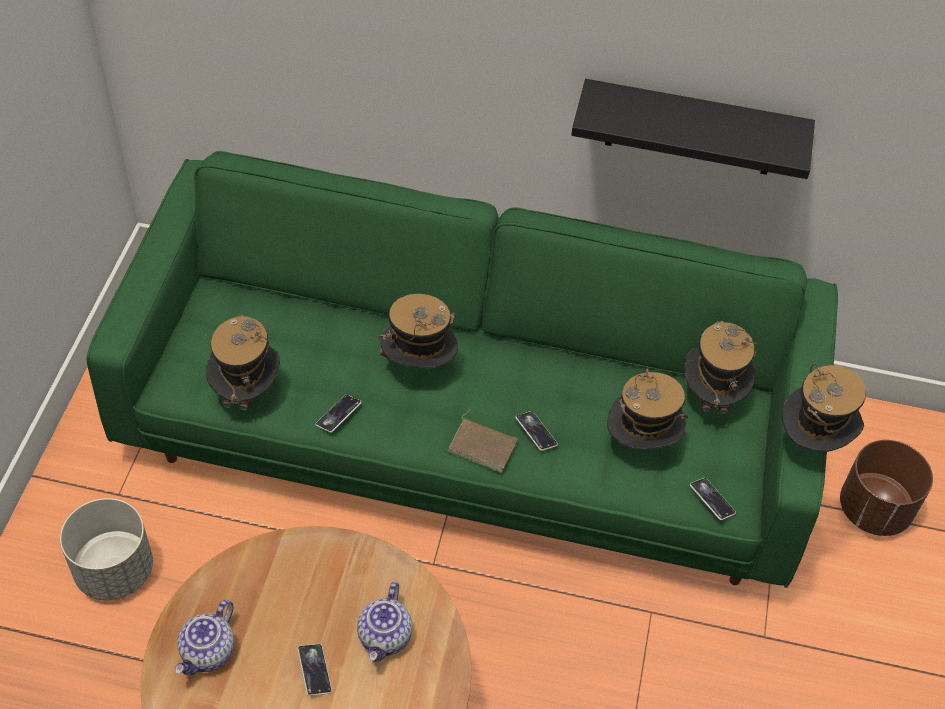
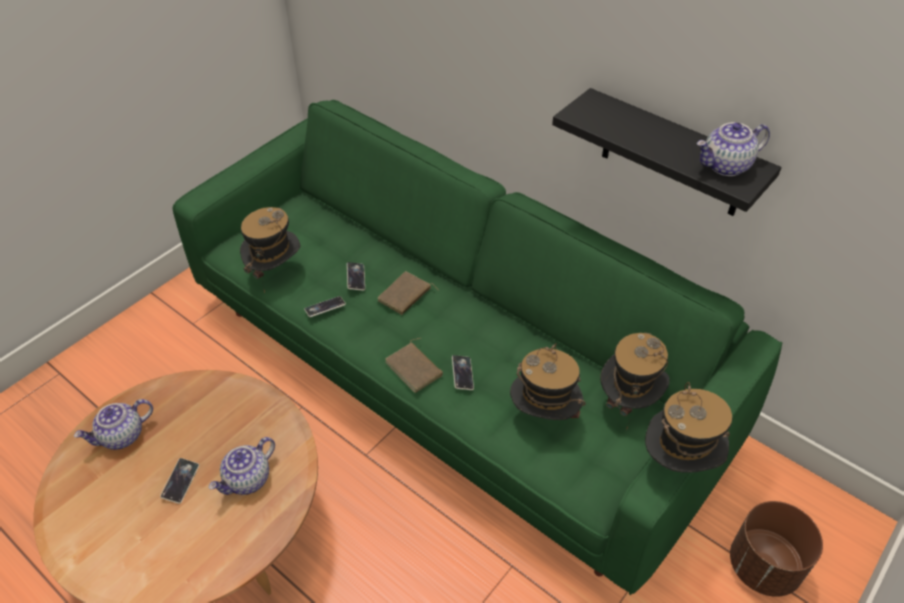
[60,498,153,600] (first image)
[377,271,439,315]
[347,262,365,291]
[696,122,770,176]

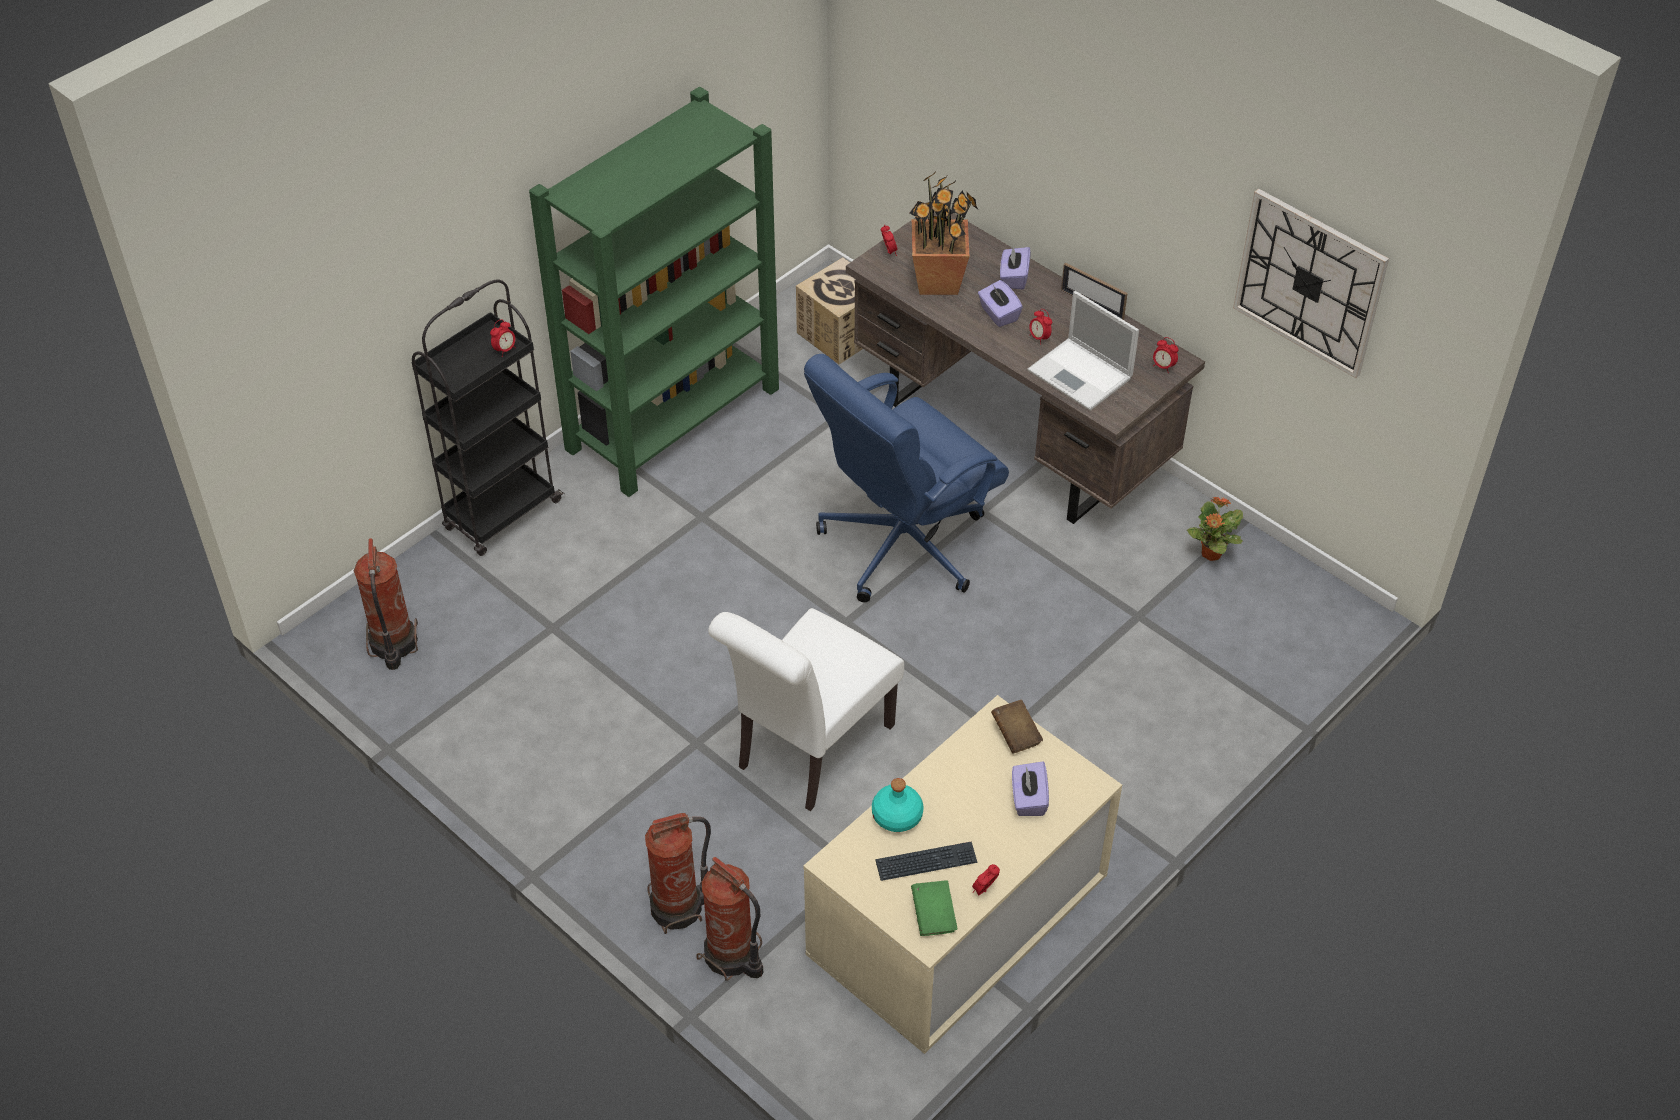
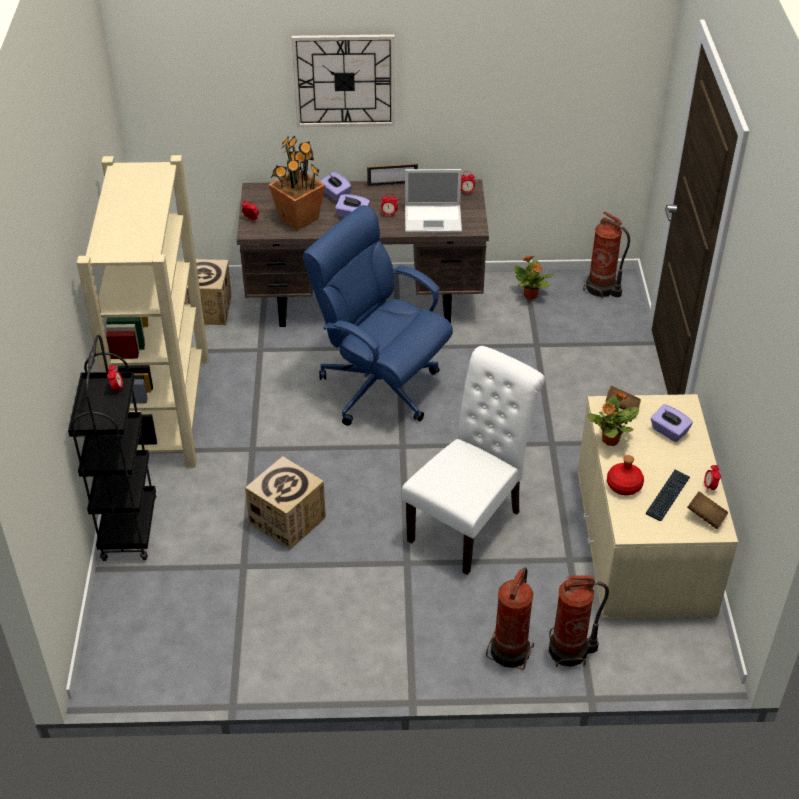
[583,212,630,299]
[77,155,209,468]
[402,346,545,575]
[303,205,453,425]
[607,455,644,495]
[687,491,728,529]
[292,34,395,127]
[245,456,326,550]
[588,392,639,446]

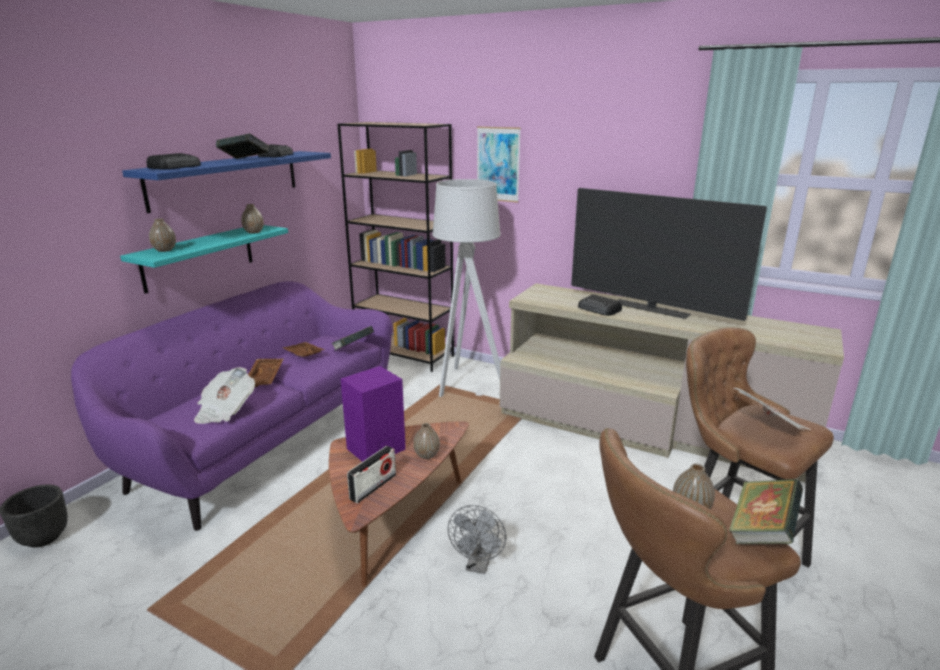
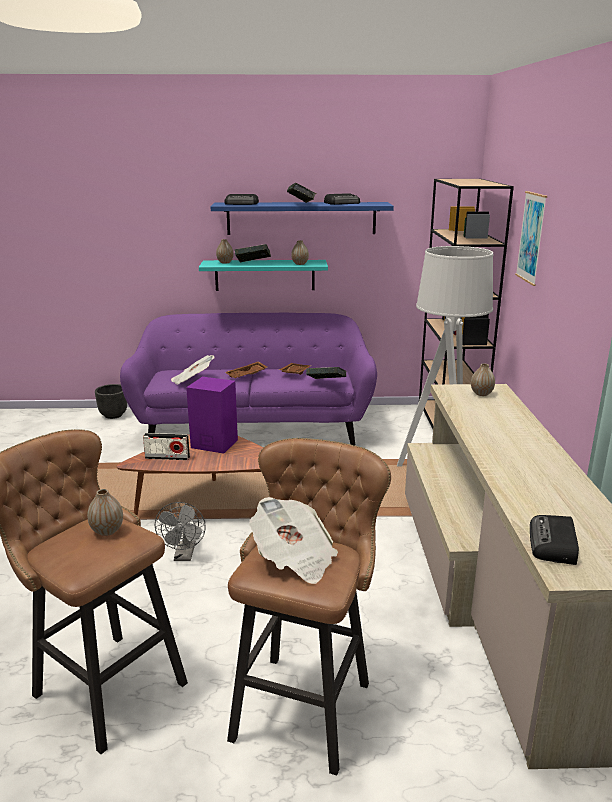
[471,364,495,396]
[155,502,206,561]
[571,188,767,321] (first image)
[530,515,579,565]
[235,244,271,263]

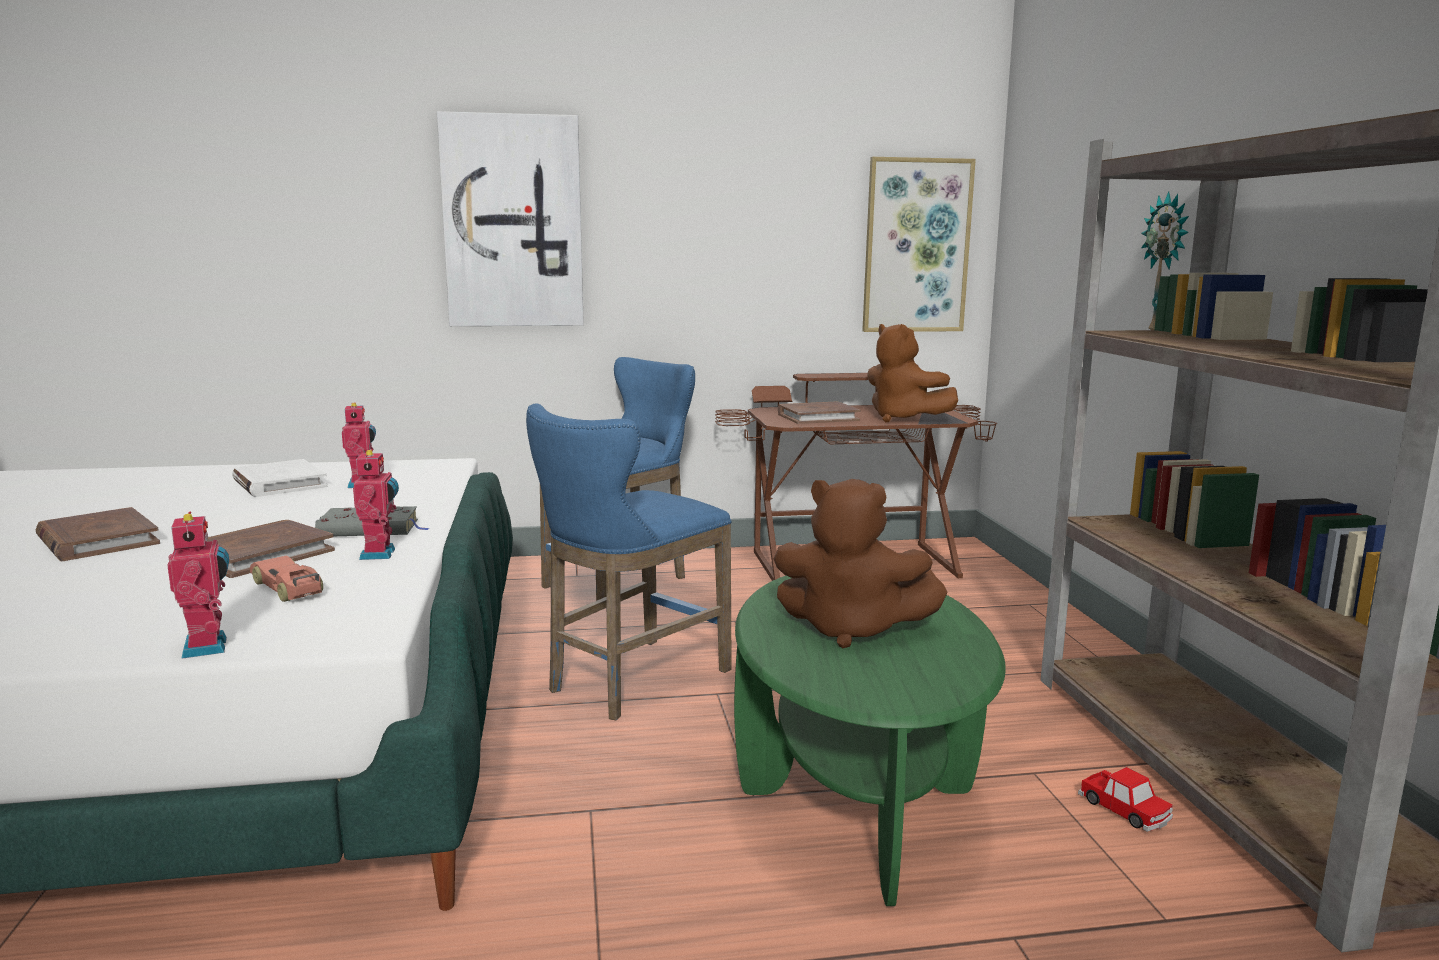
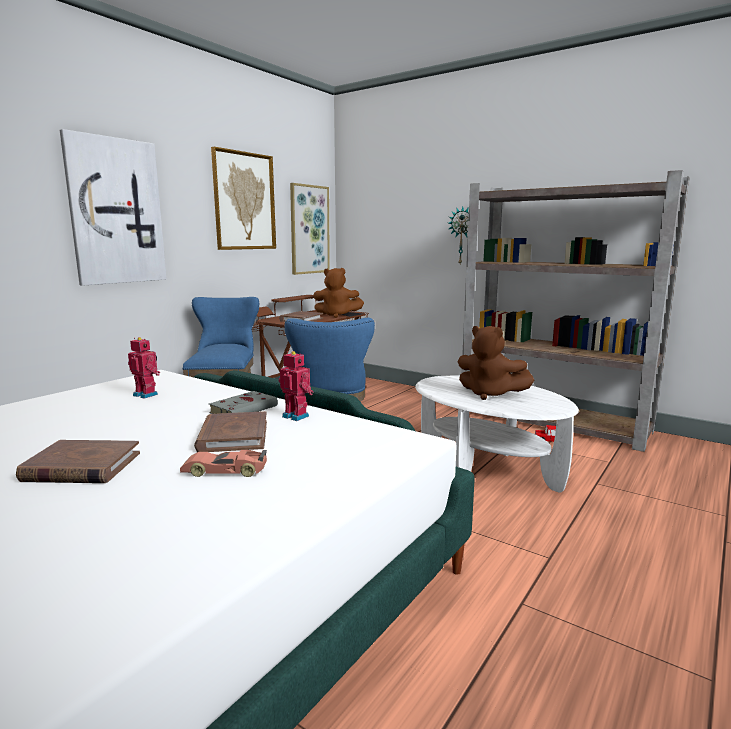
[167,512,229,659] (first image)
[232,459,327,497] (first image)
[180,450,267,477]
[415,375,579,493]
[458,326,534,400]
[211,147,276,250]

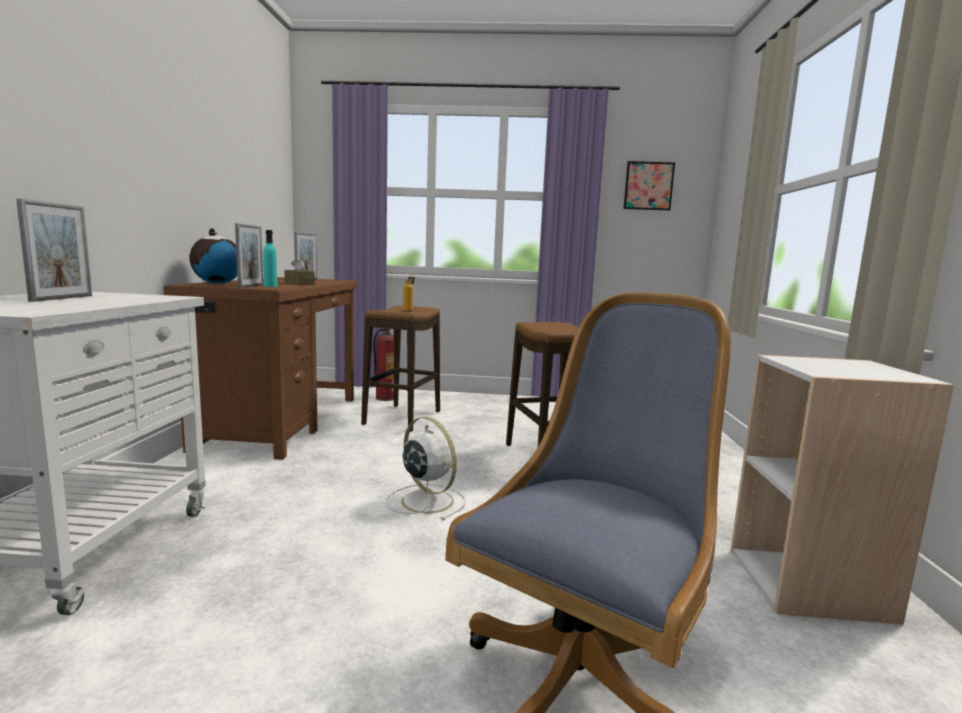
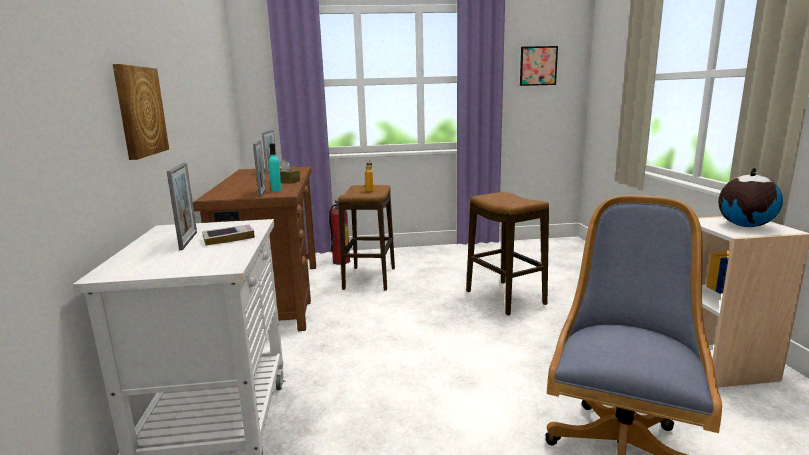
[718,168,783,227]
[386,417,465,520] (first image)
[113,64,169,160]
[202,224,255,246]

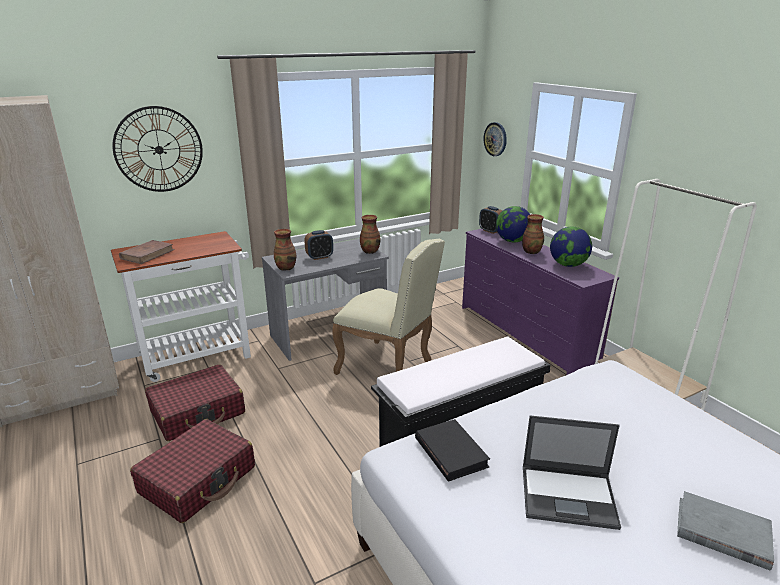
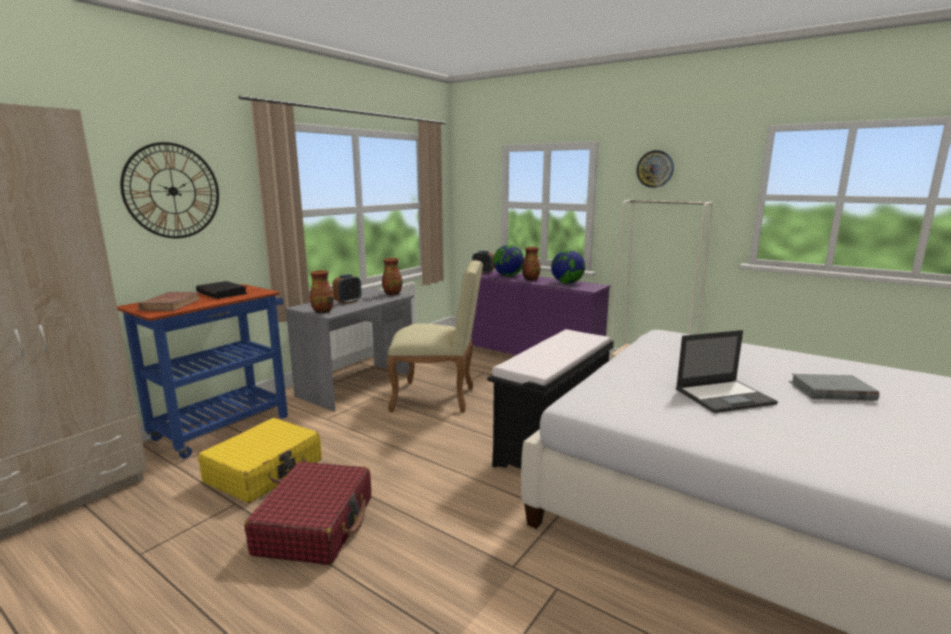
[117,284,288,459]
[198,418,322,503]
[196,281,248,299]
[636,150,674,188]

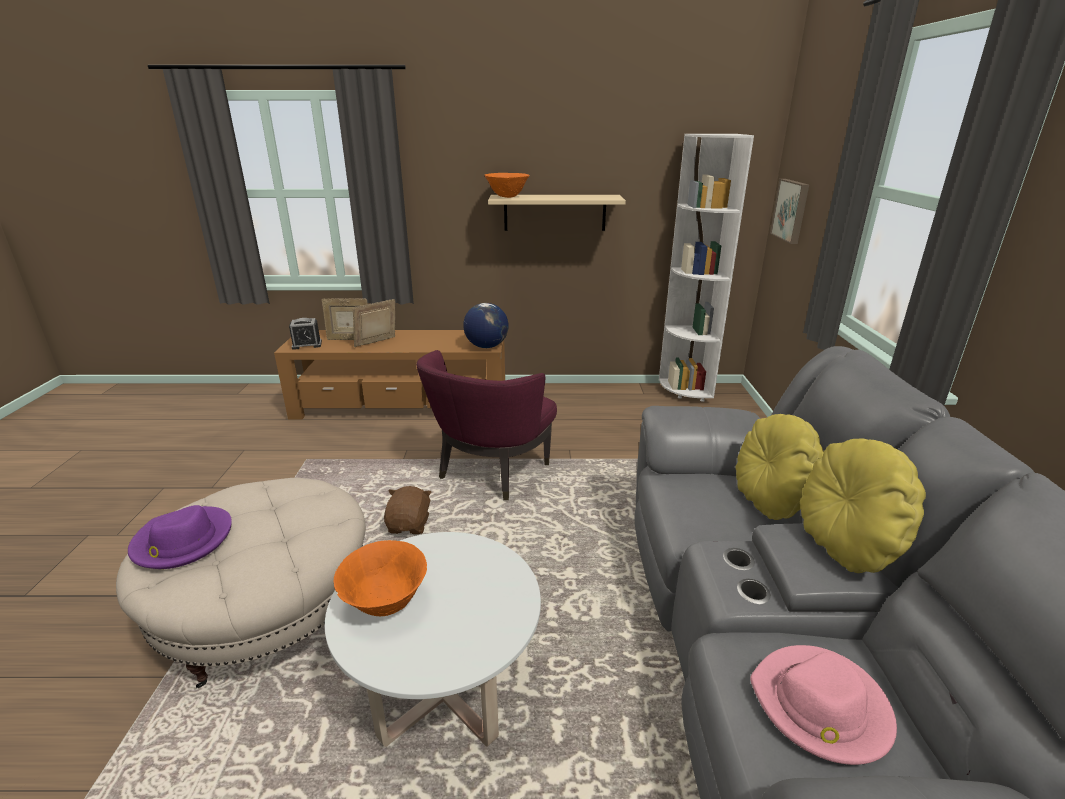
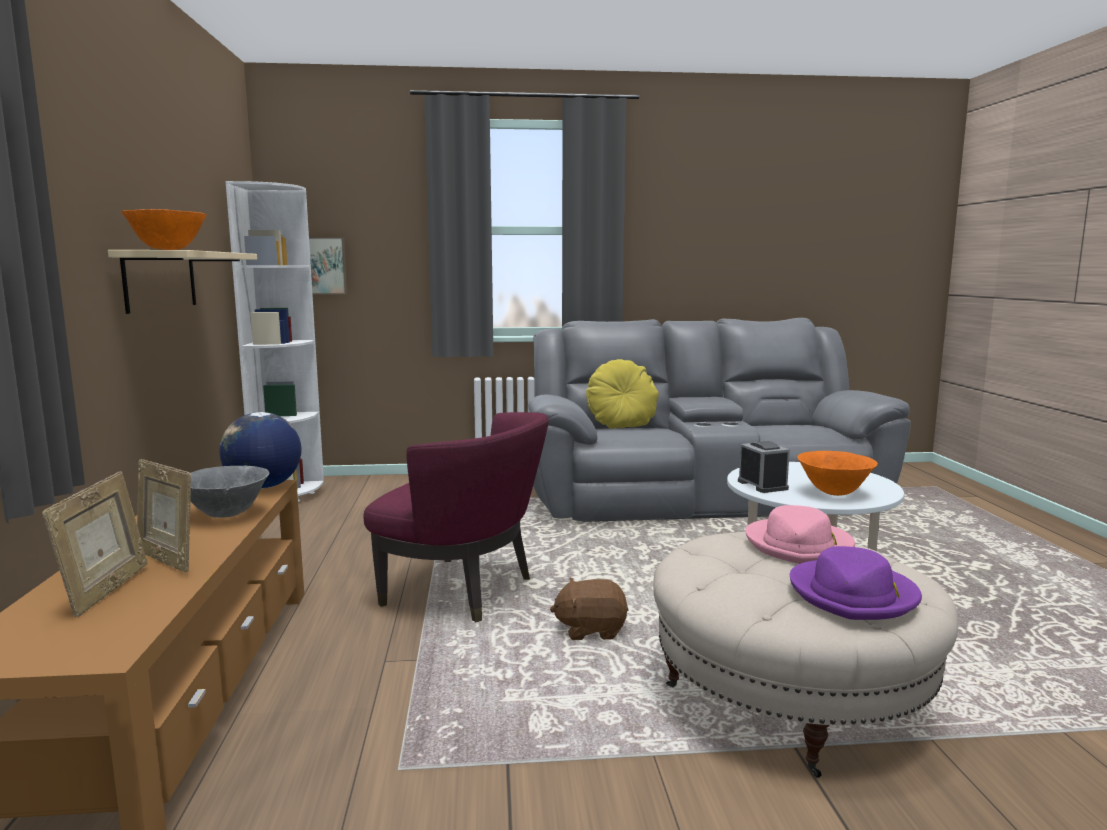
[738,441,790,493]
[745,505,855,564]
[800,438,926,573] (first image)
[190,466,269,518]

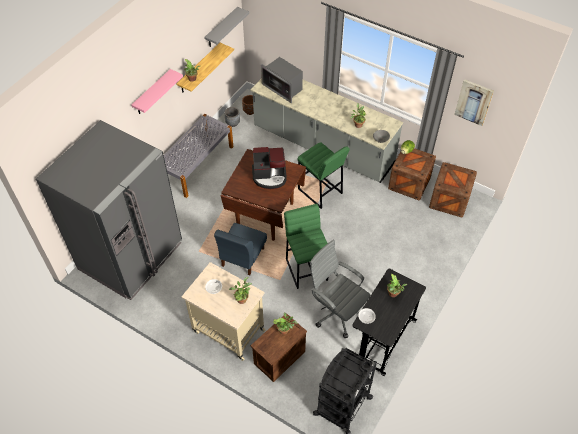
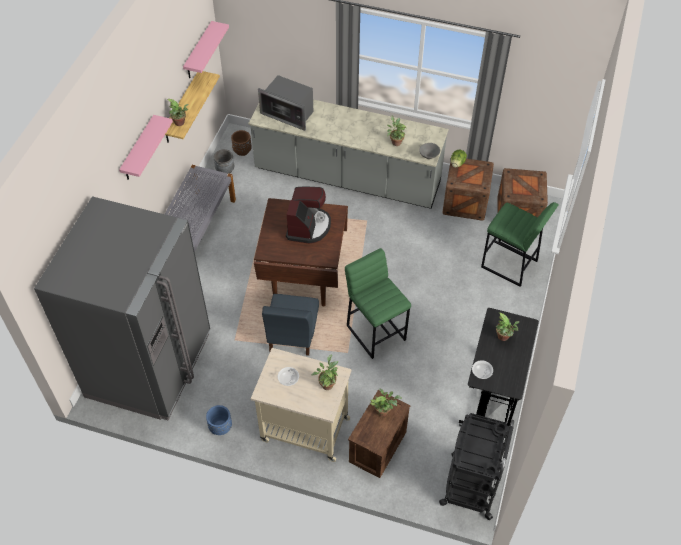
[183,21,229,78]
[286,186,331,243]
[481,202,559,287]
[310,240,370,338] (first image)
[454,79,494,126] (first image)
[206,405,232,435]

